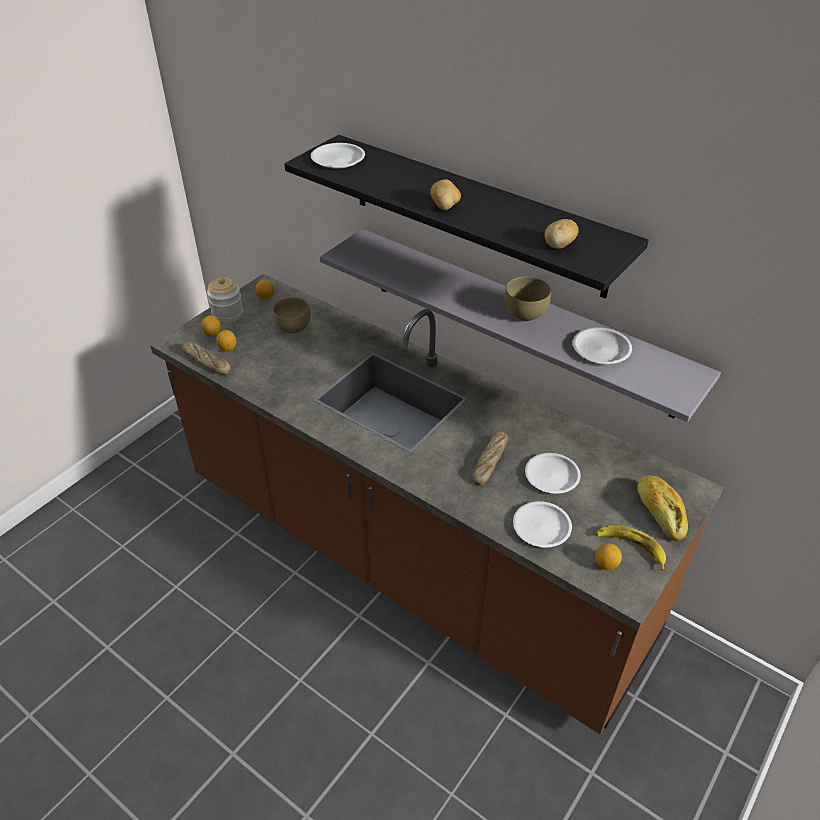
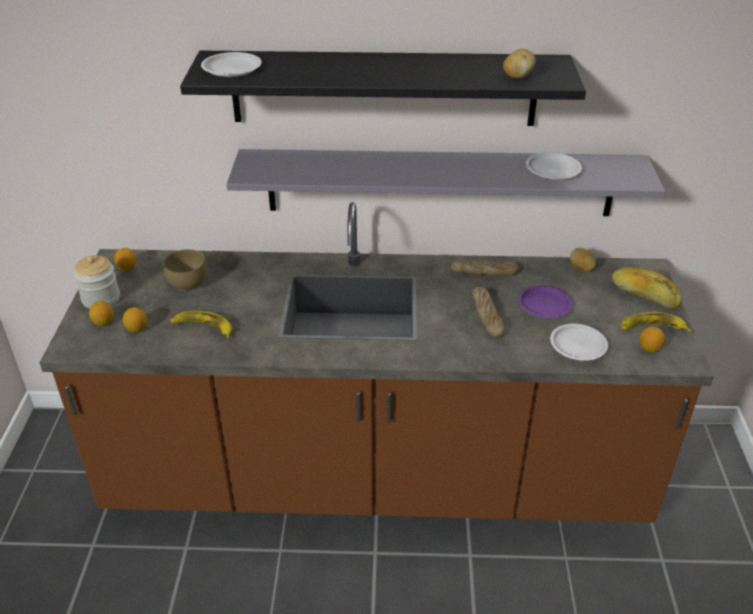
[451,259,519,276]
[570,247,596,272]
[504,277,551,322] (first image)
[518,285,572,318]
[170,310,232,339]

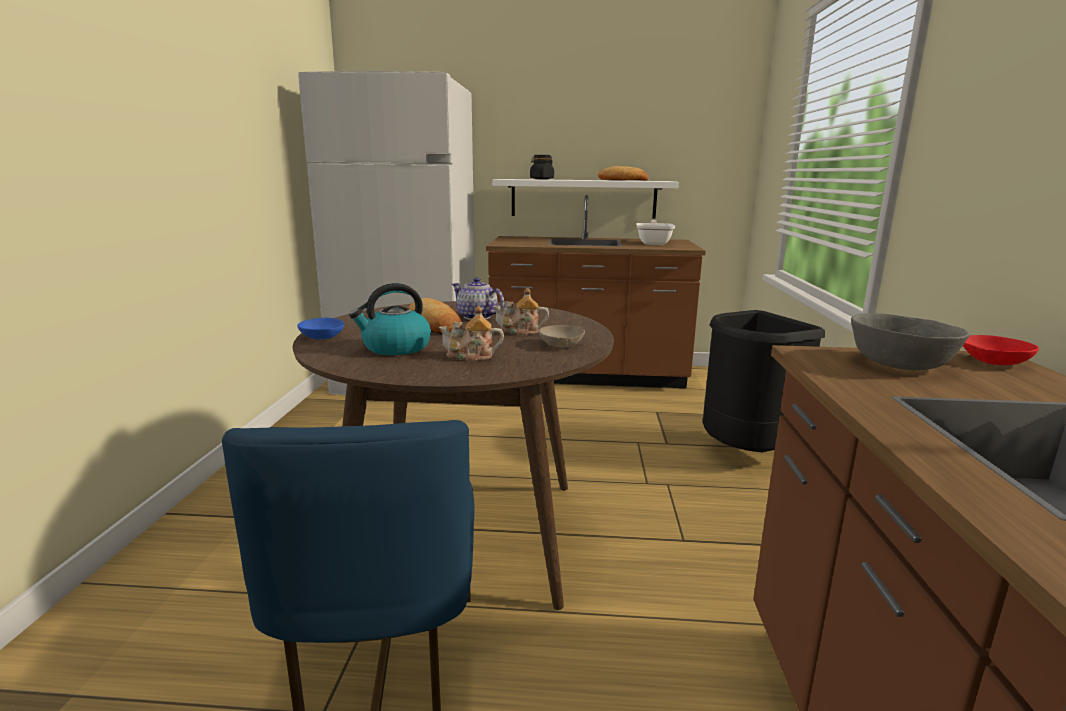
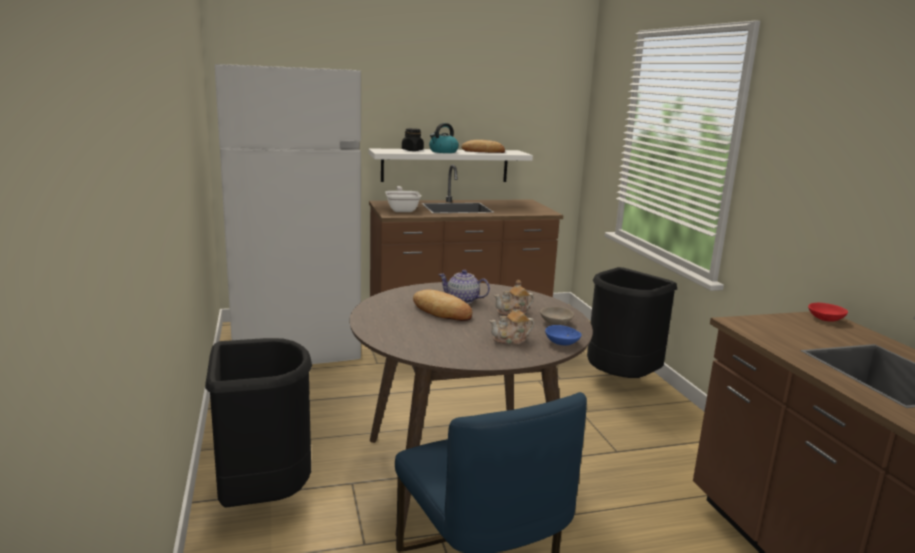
[545,325,582,345]
[429,123,459,153]
[385,186,421,212]
[851,313,970,370] (first image)
[205,338,312,508]

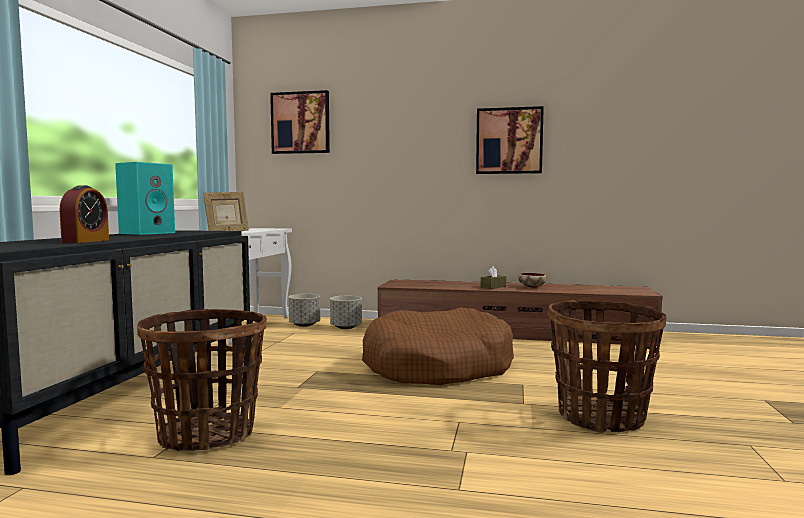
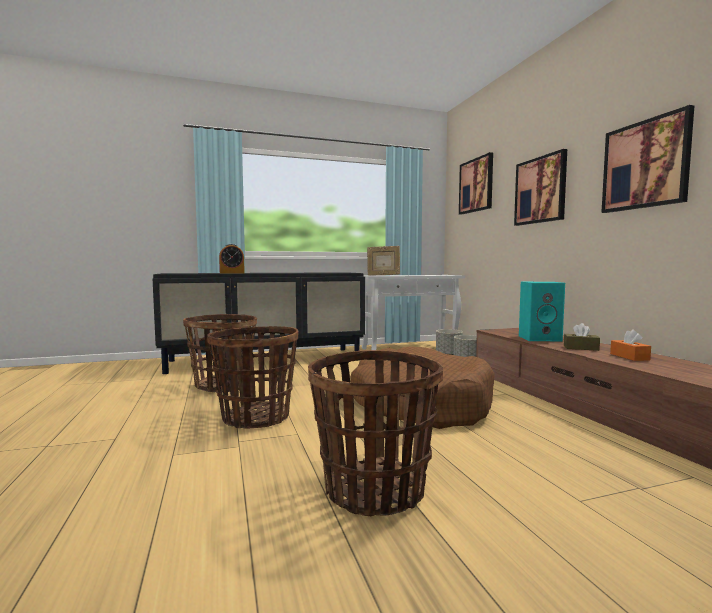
[519,282,565,341]
[610,329,651,361]
[207,326,299,428]
[514,149,567,226]

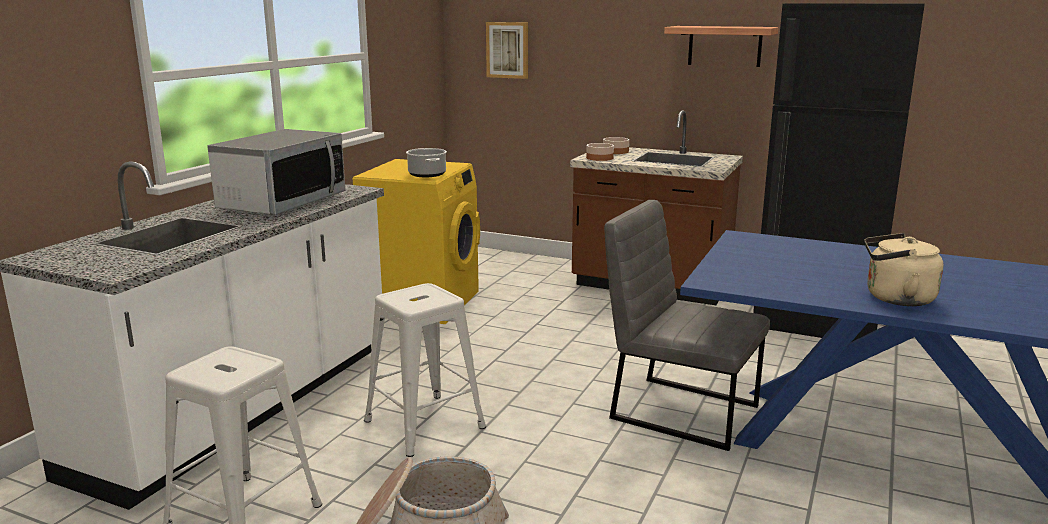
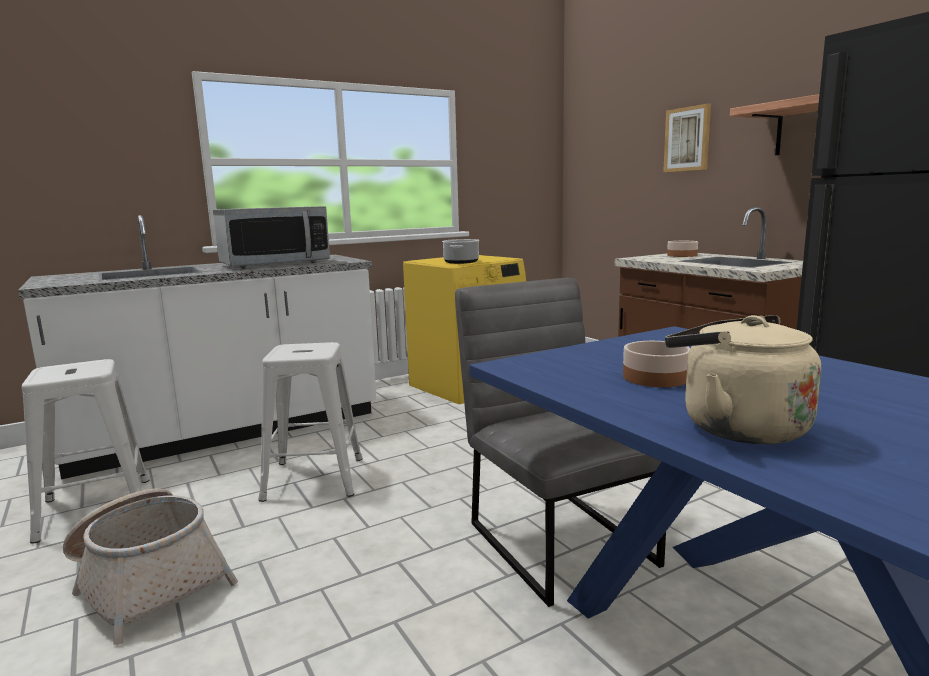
[663,103,711,172]
[623,341,690,387]

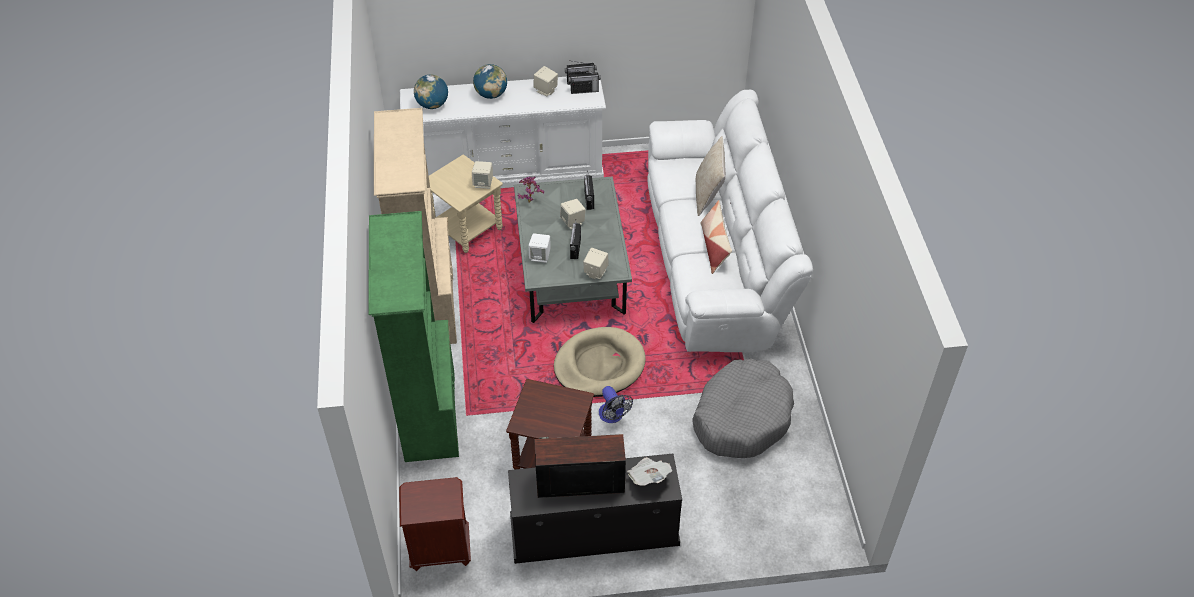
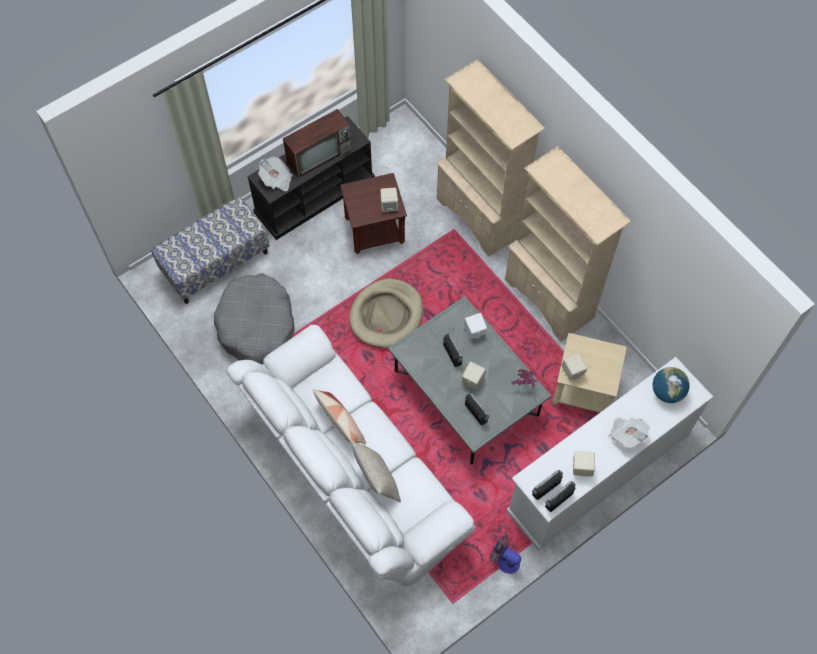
[437,59,546,257]
[399,477,471,571] (first image)
[609,417,650,448]
[380,188,398,212]
[490,535,521,574]
[151,196,270,304]

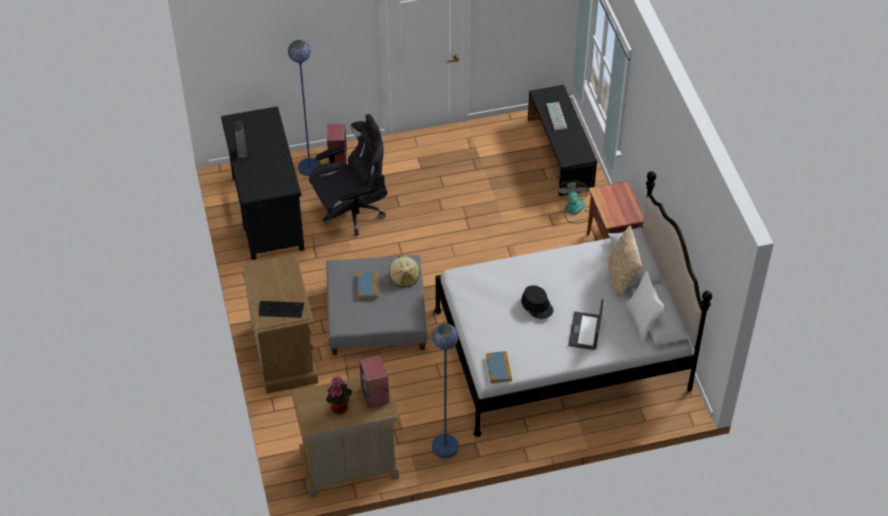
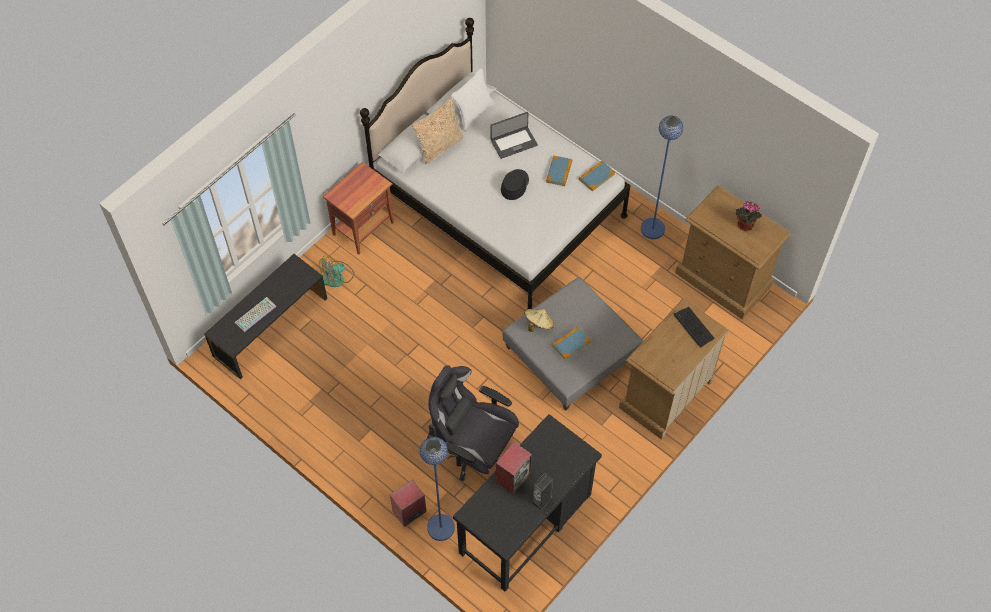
[496,442,532,494]
[546,156,572,186]

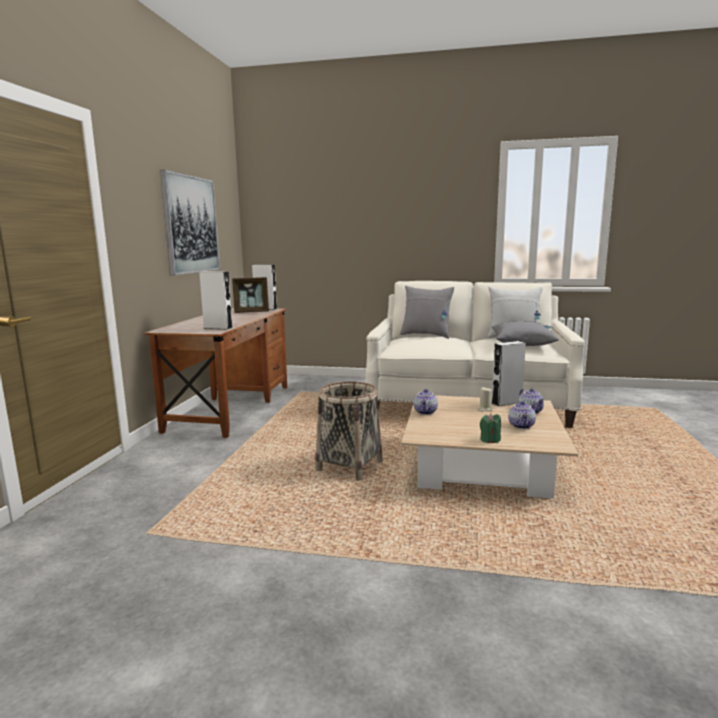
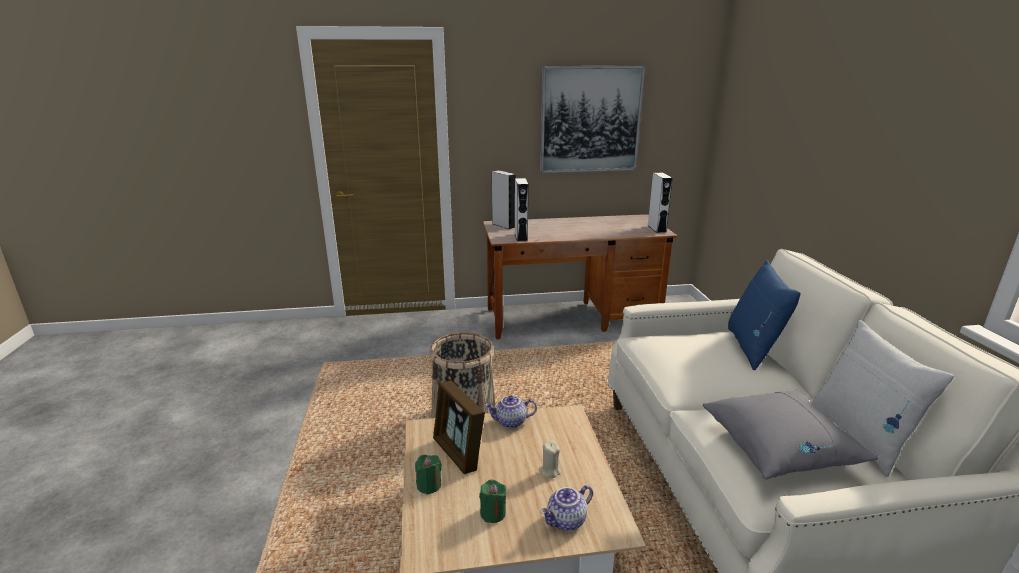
[433,380,485,474]
[728,260,801,370]
[492,170,516,229]
[479,480,506,523]

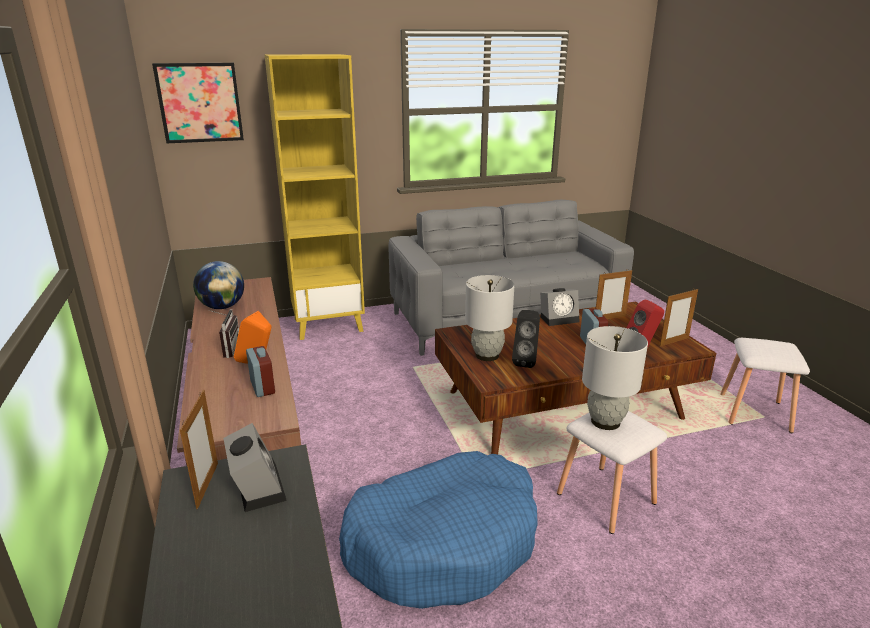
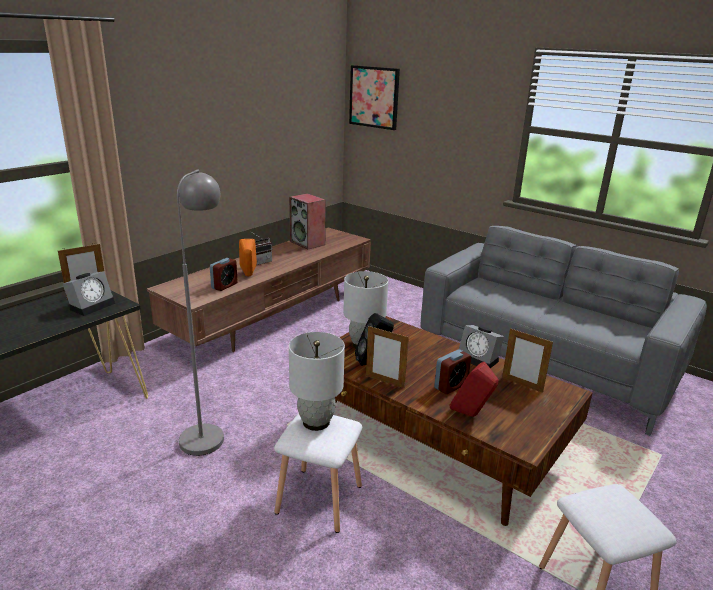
[289,193,326,249]
[265,54,365,340] (first image)
[177,169,224,456]
[366,326,409,388]

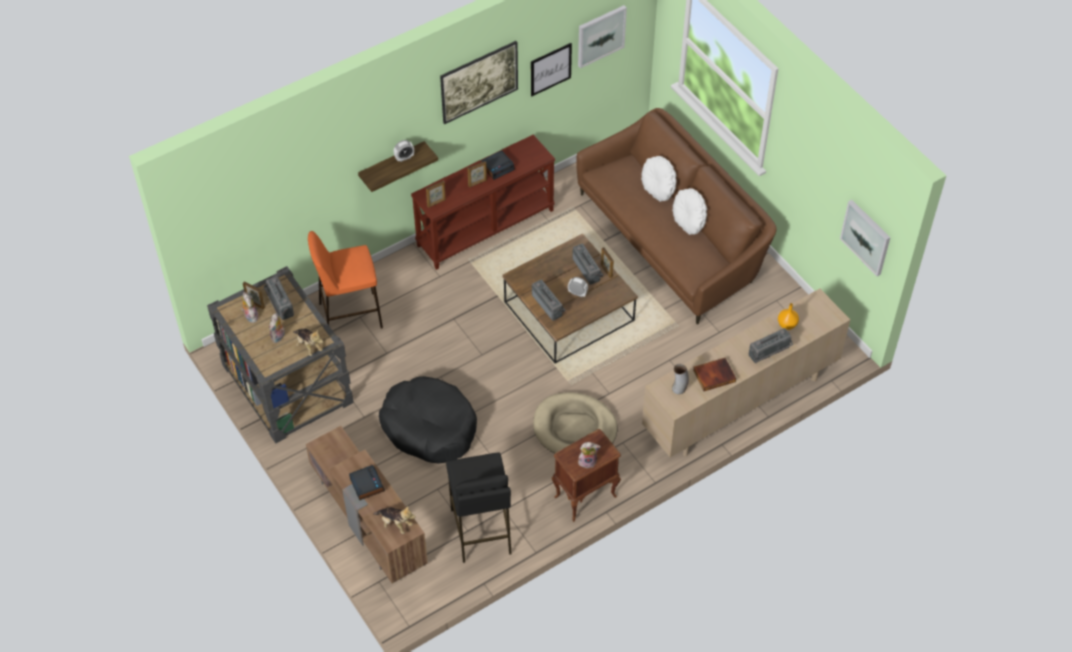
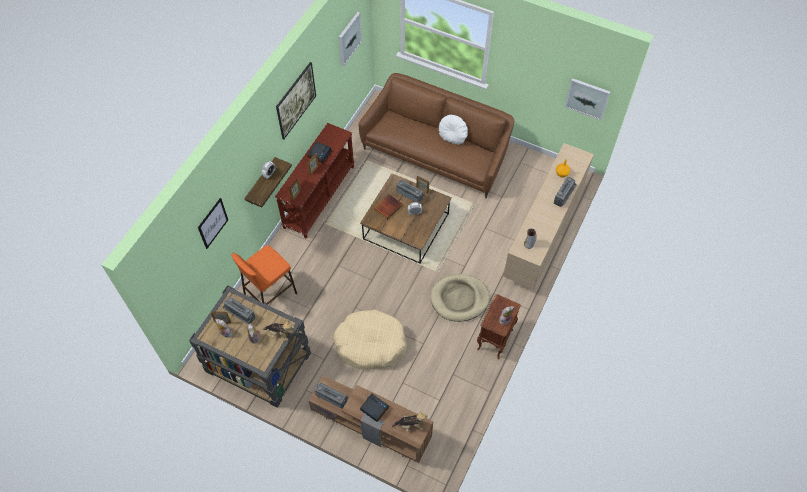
[333,310,407,370]
[446,452,512,563] (first image)
[198,198,228,249]
[315,382,348,408]
[641,156,677,202] (first image)
[374,194,402,220]

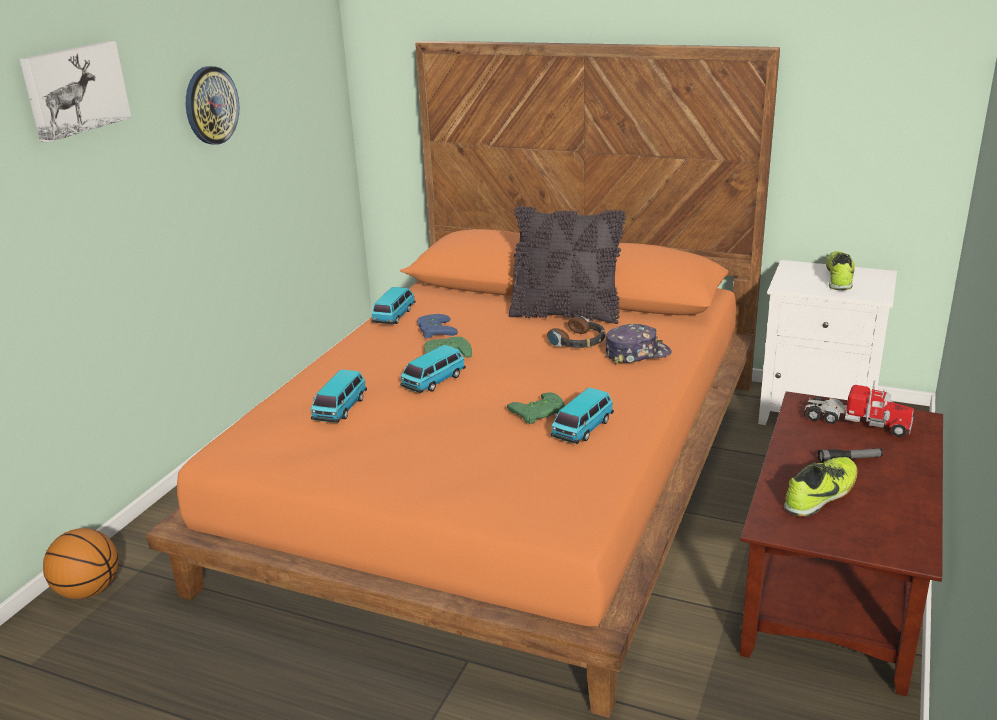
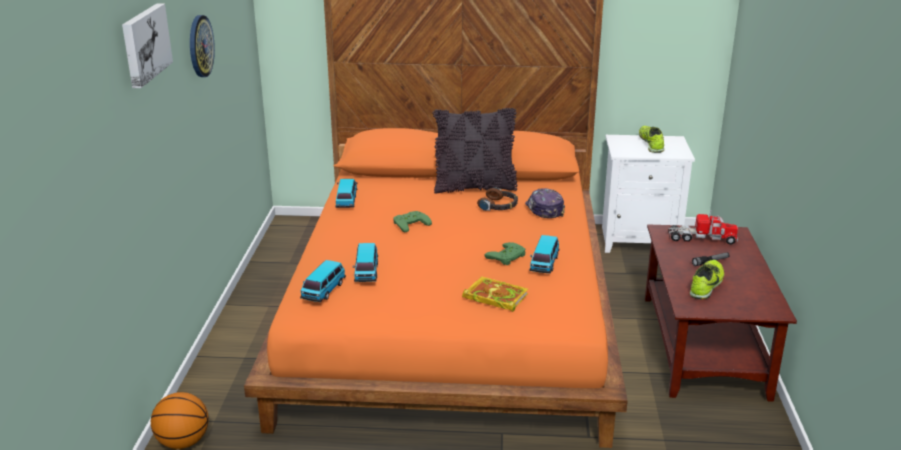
[300,260,346,302]
[418,314,458,338] (first image)
[525,188,565,218]
[462,276,528,312]

